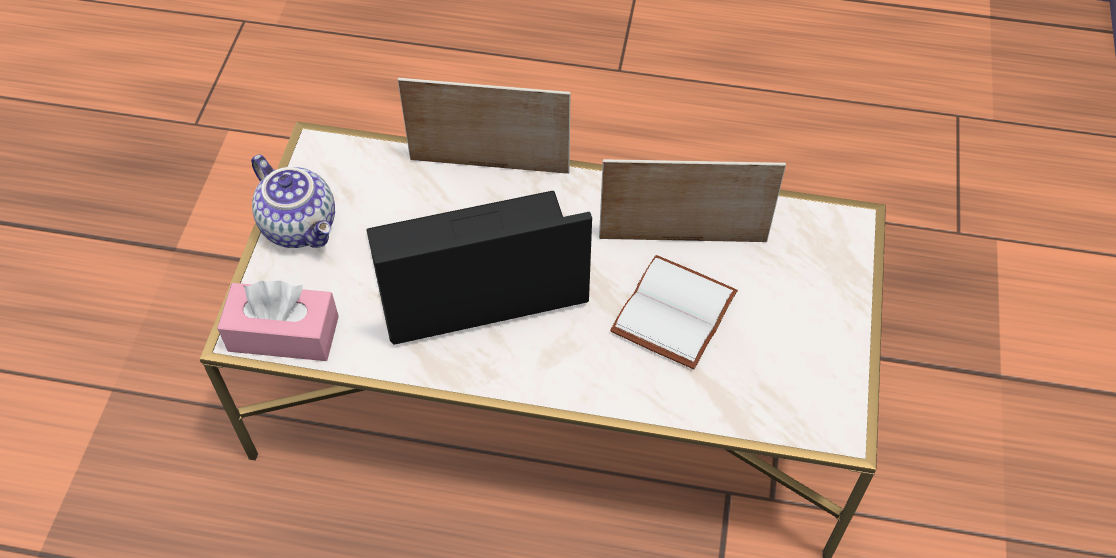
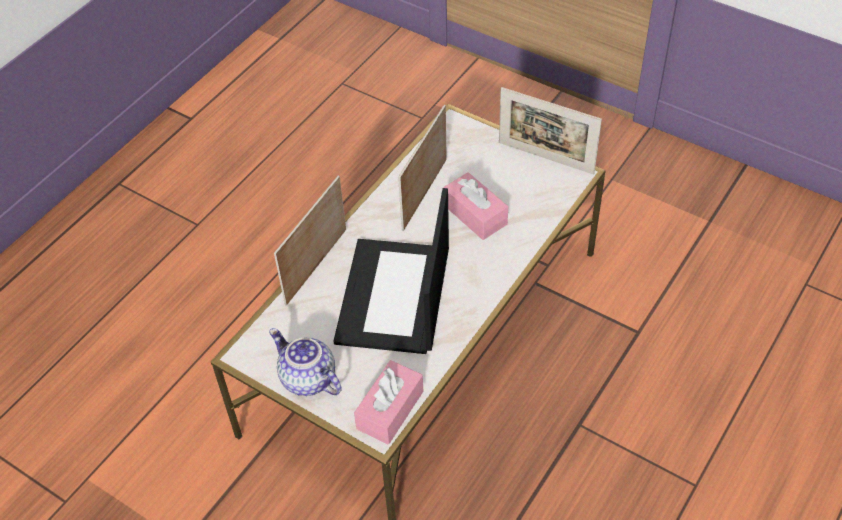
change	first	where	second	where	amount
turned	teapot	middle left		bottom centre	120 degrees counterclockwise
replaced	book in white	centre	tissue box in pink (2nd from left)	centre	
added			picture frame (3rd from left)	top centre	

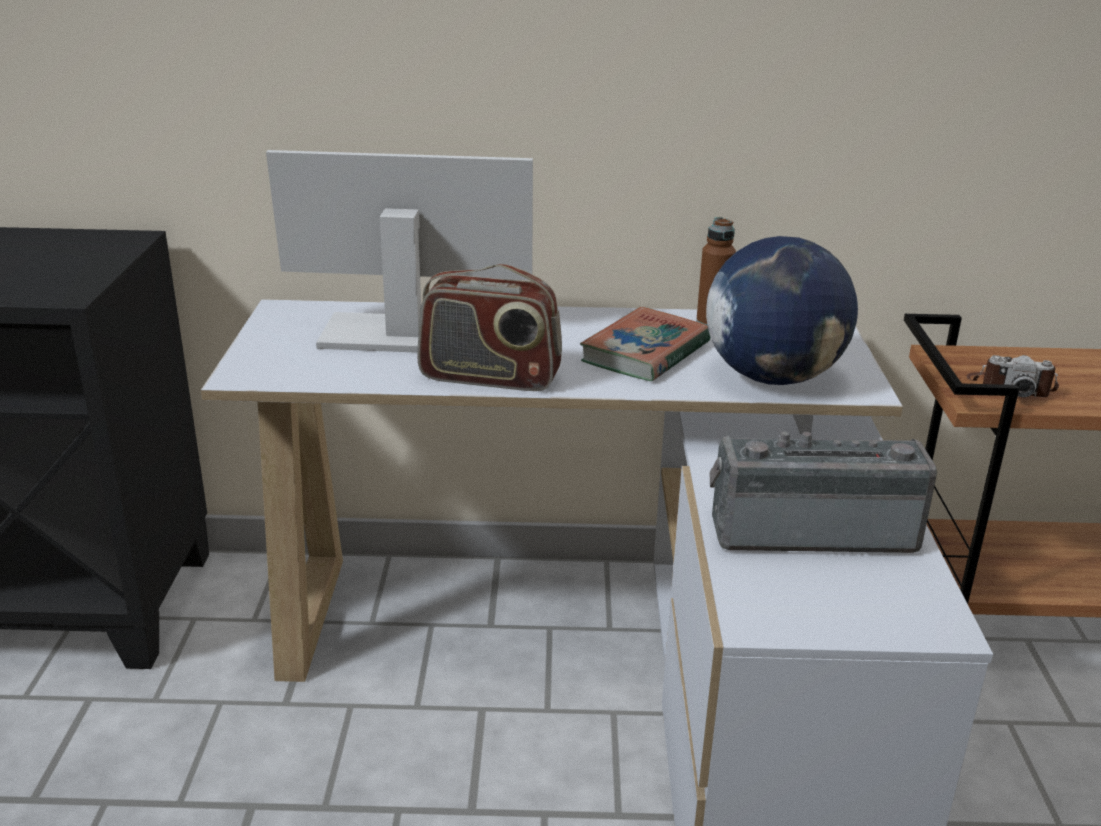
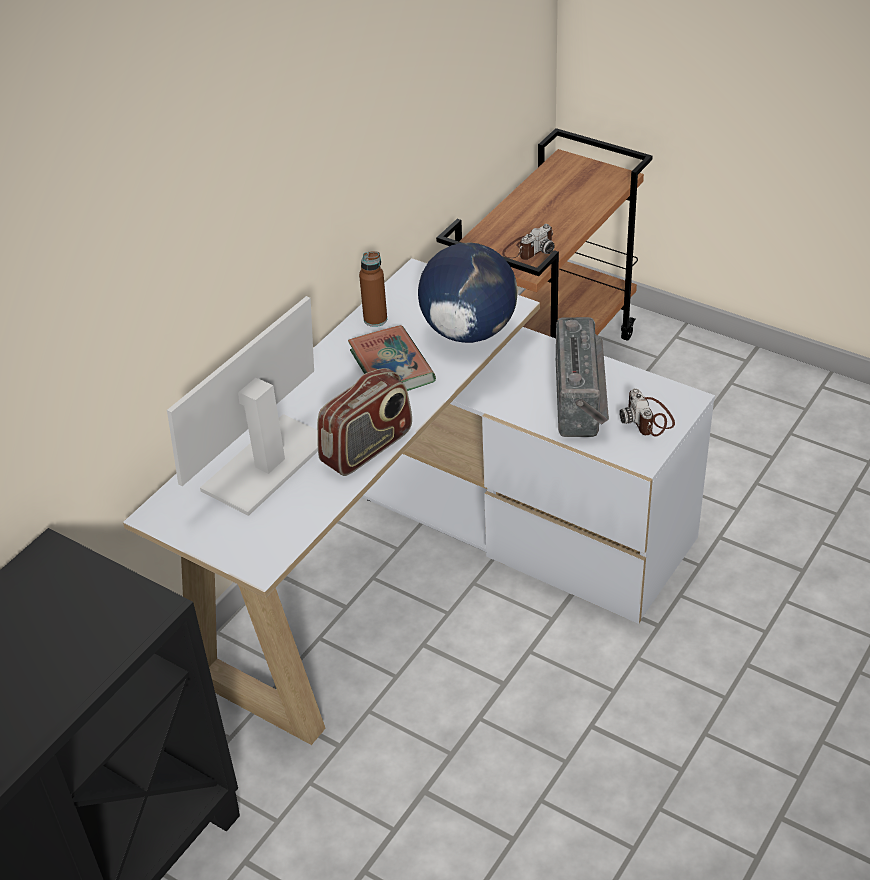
change	first	where	second	where	amount
turned	radio (2nd from left)	middle right		middle right	150 degrees clockwise
added			photo camera (2nd from left)	middle right	

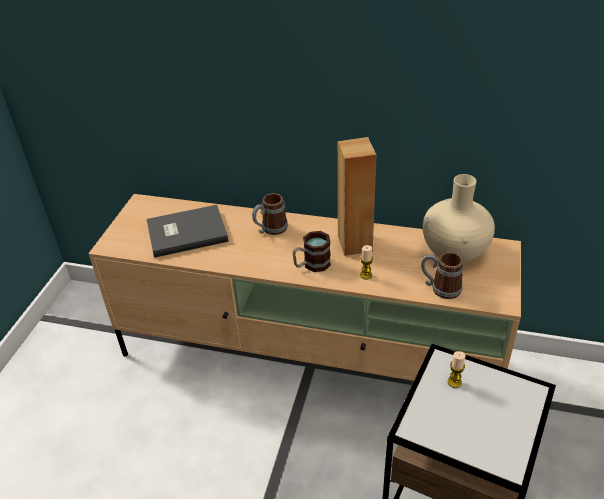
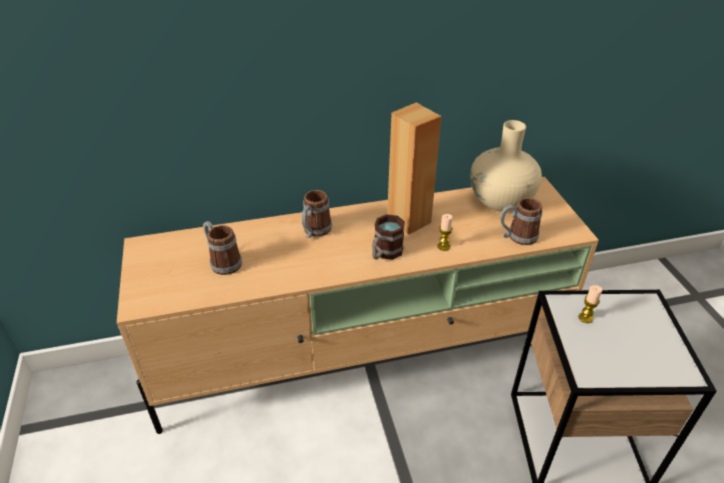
change	first	where	second	where	amount
replaced	book in grey	middle left	mug (1st from left)	middle left	

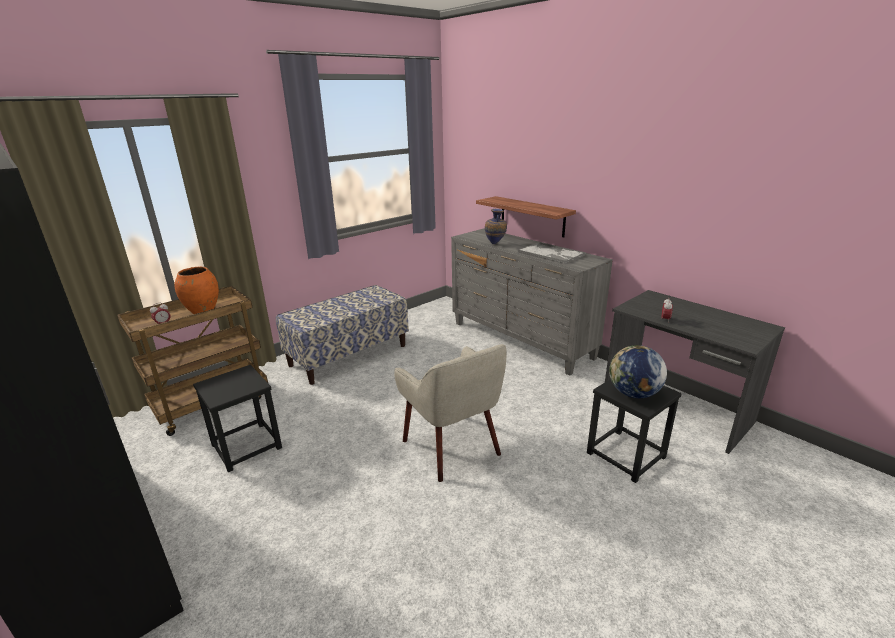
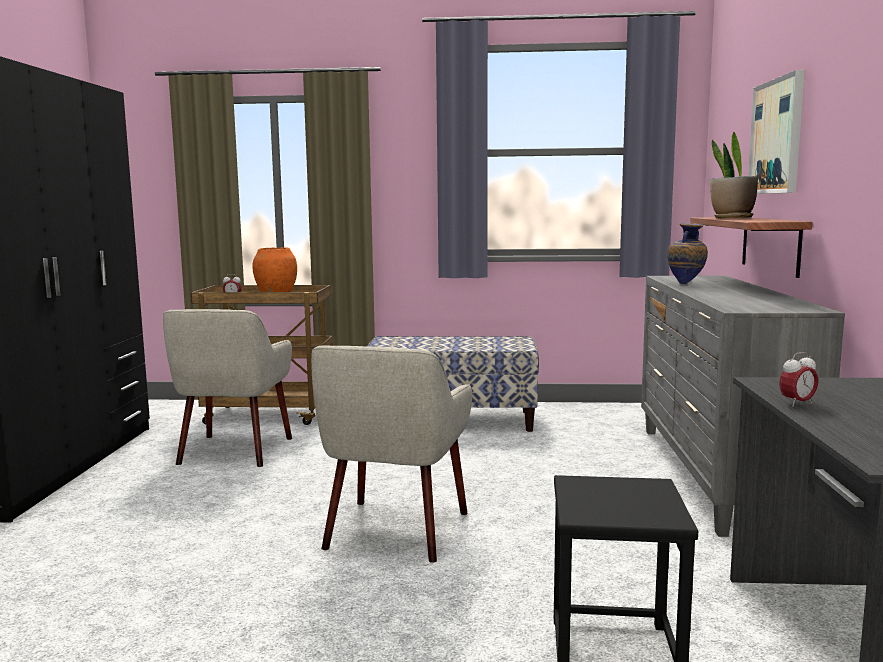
change	first	where	second	where	amount
replaced	stool in black (1st from left)	middle left	armchair in beige (1st from left)	middle left	
removed	tray	centre			
removed	globe	middle right			
added			potted plant	top right	
added			picture	top right	

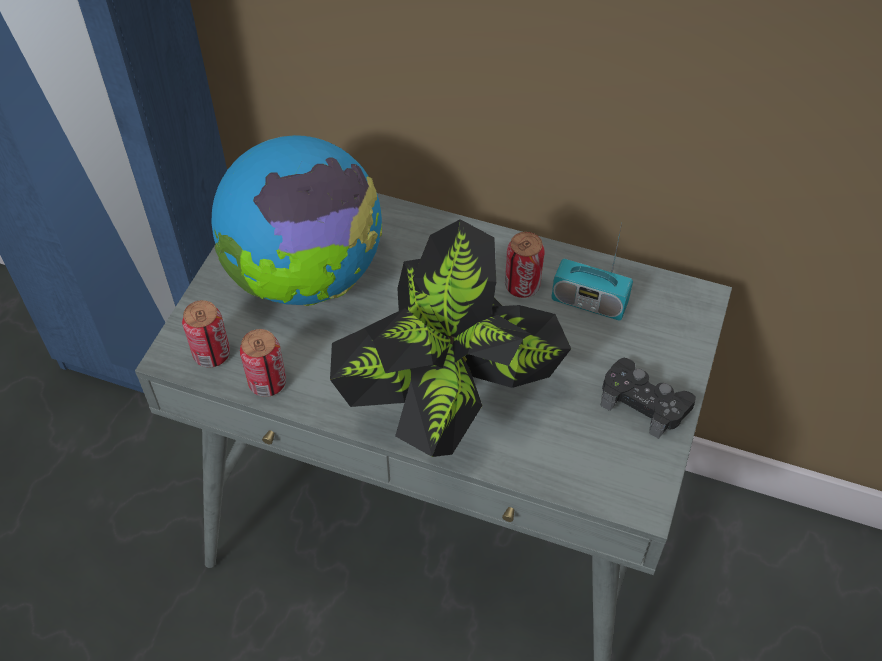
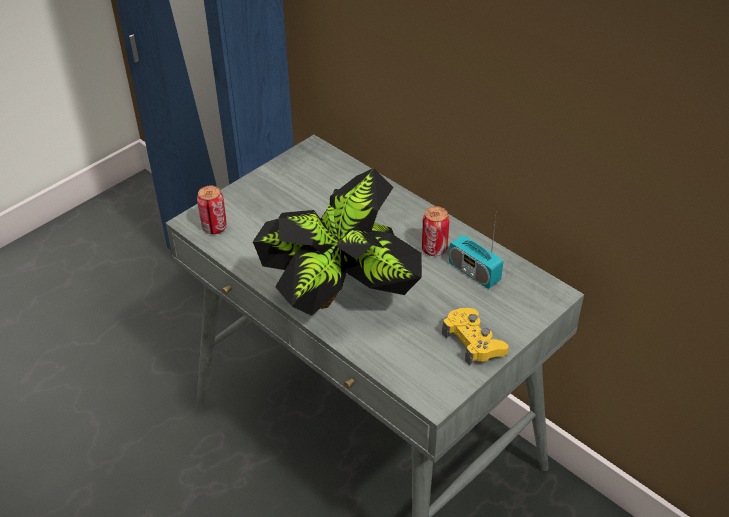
change	first	where	second	where	amount
removed	globe	top centre			
removed	can (2nd from left)	middle left			
recoloured	game controller in black	middle right	game controller in yellow	centre	

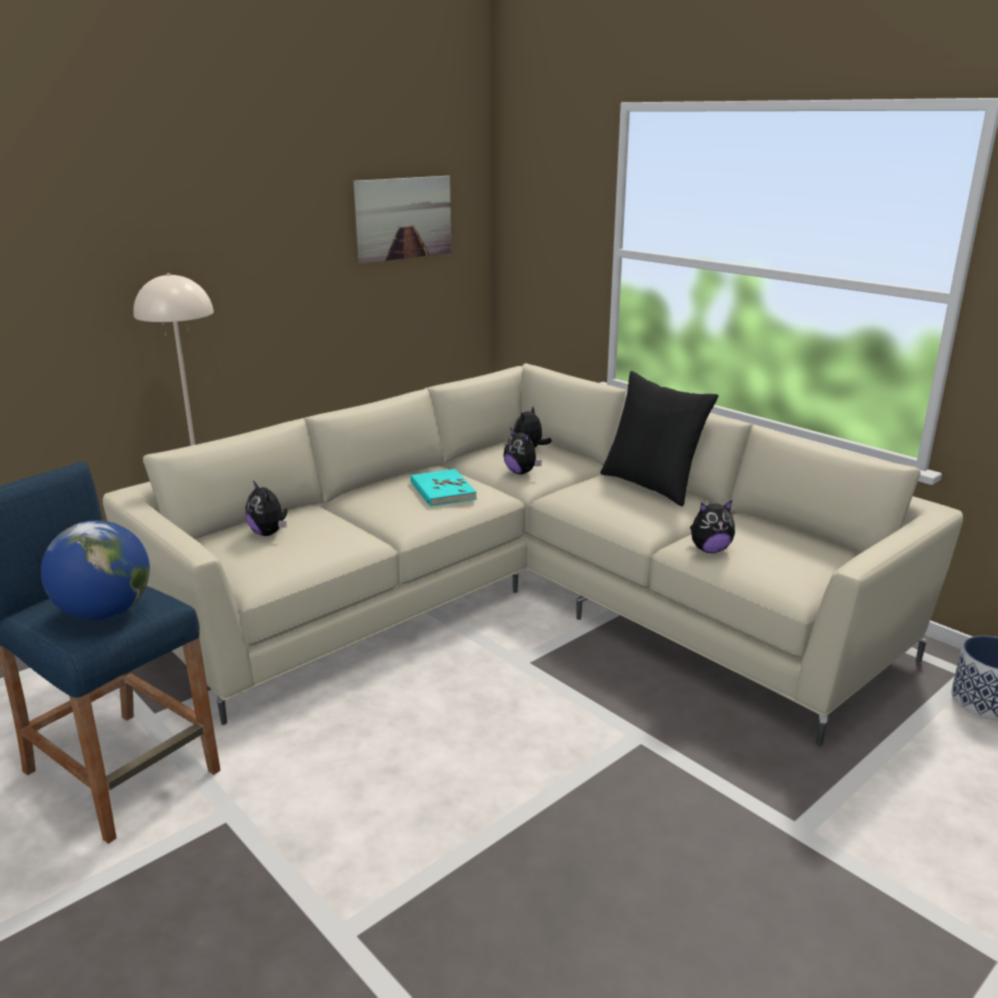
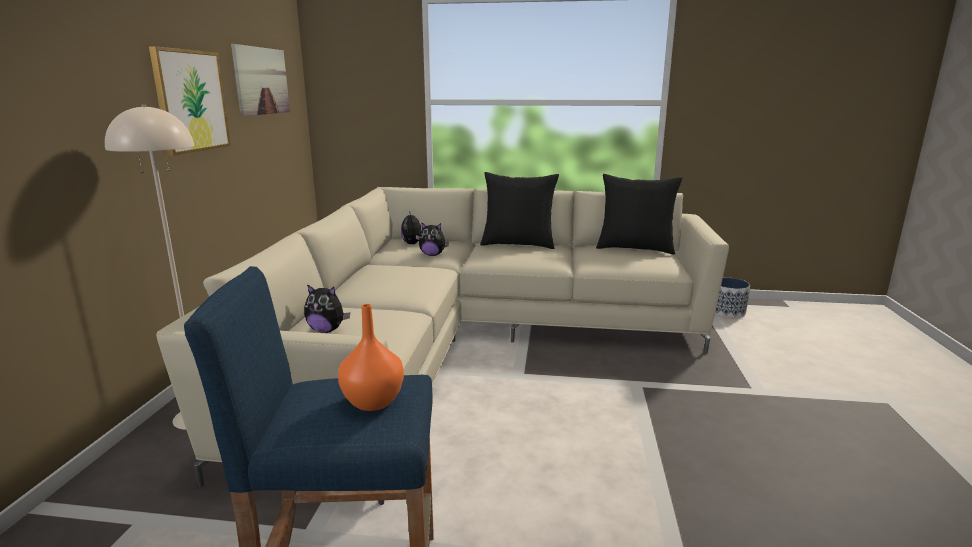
change	first	where	second	where	amount
replaced	globe	middle left	vase in orange	centre	
removed	book in turquoise	centre			
removed	plush toy (4th from left)	middle right			
added			picture (1st from left)	top left	
added			pillow in black (2nd from left)	centre	

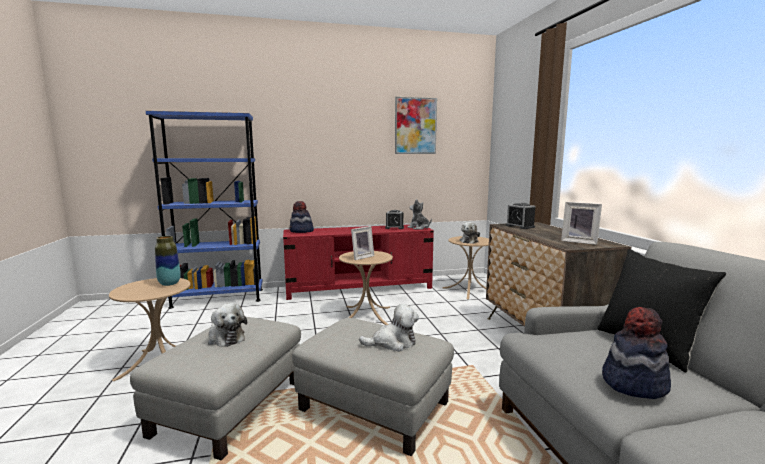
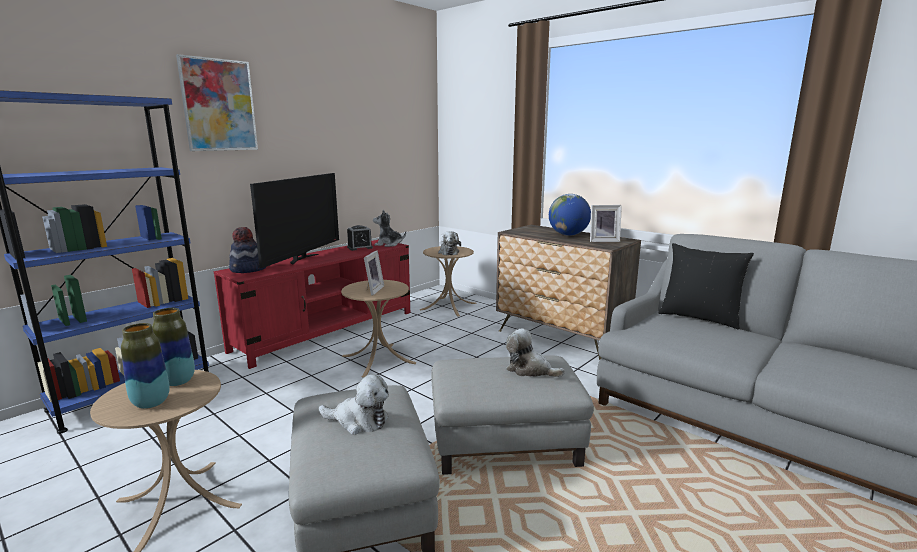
change	first	where	second	where	amount
turned	plush toy (2nd from left in the first image)	bottom centre	plush toy (4th from left)	centre	105 degrees counterclockwise
moved	picture	top centre		top left	
removed	alarm clock (2nd from left)	middle right			
removed	hat (2nd from left)	bottom right			
added			vase (1st from left)	middle left	
added			television	middle left	
added			globe	centre	

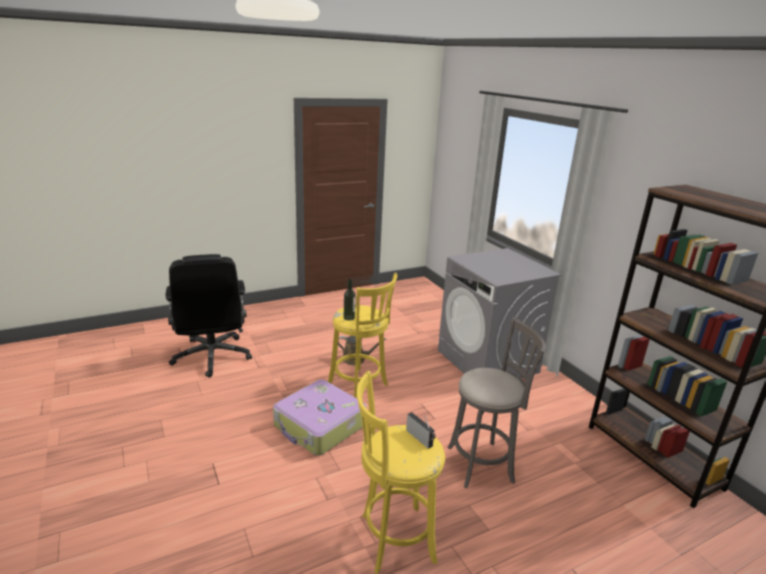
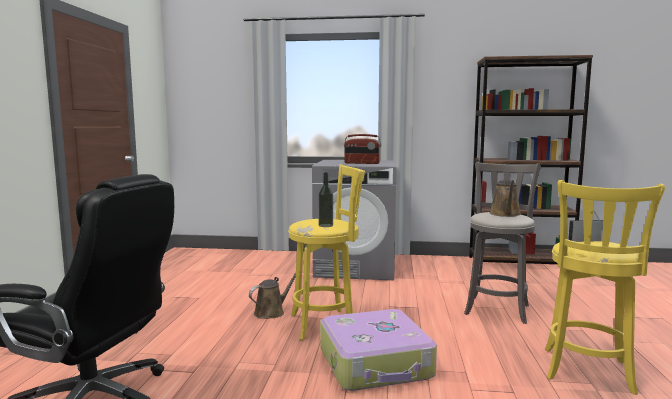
change	first	where	second	where	amount
added			radio (1st from left)	centre	
added			watering can in brown (2nd from left)	middle right	

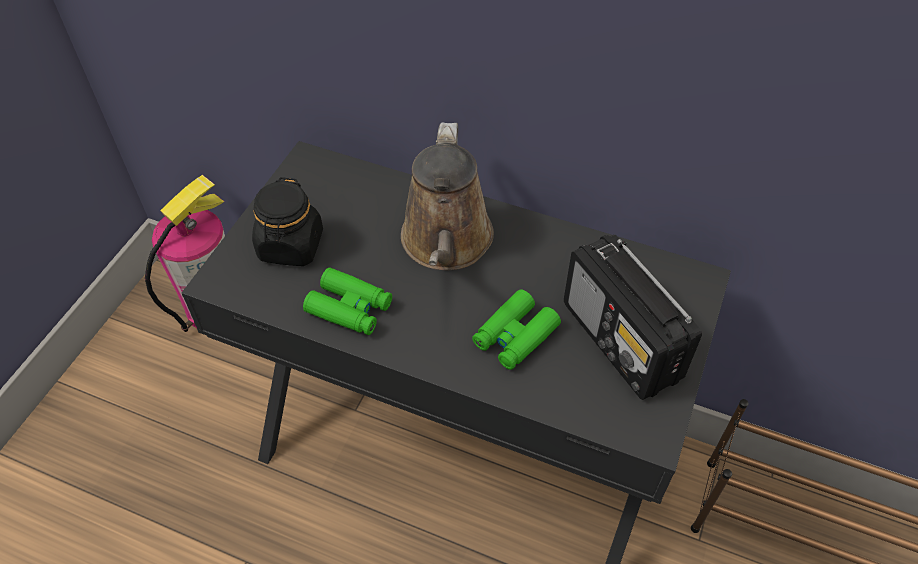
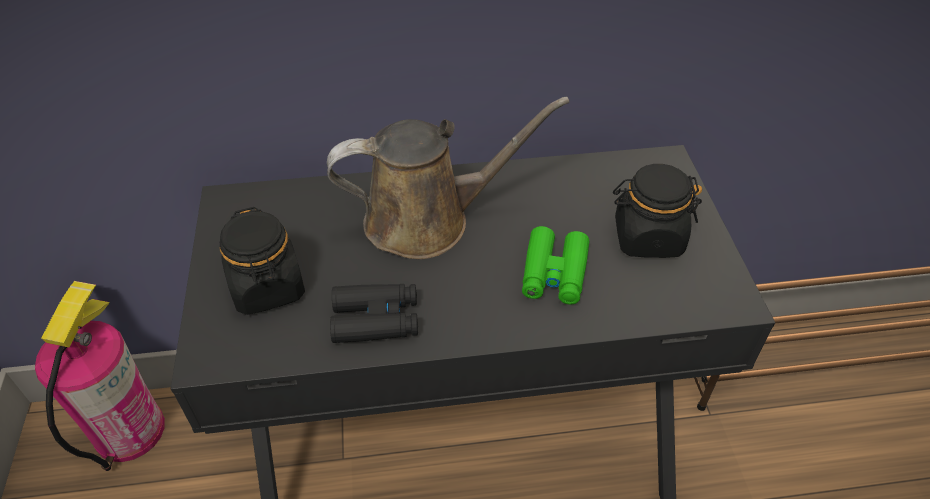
change	first	where	second	where	amount
recoloured	binoculars in green (1st from left)	centre	binoculars in black	centre	
turned	watering can in brown	centre		centre	75 degrees counterclockwise
replaced	radio	middle right	jar in black (2nd from left)	middle right	

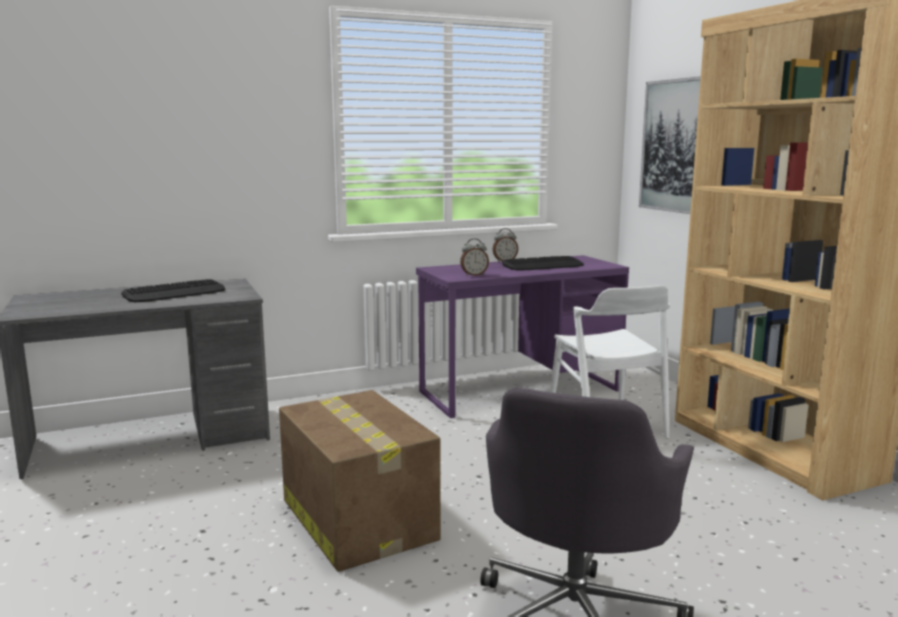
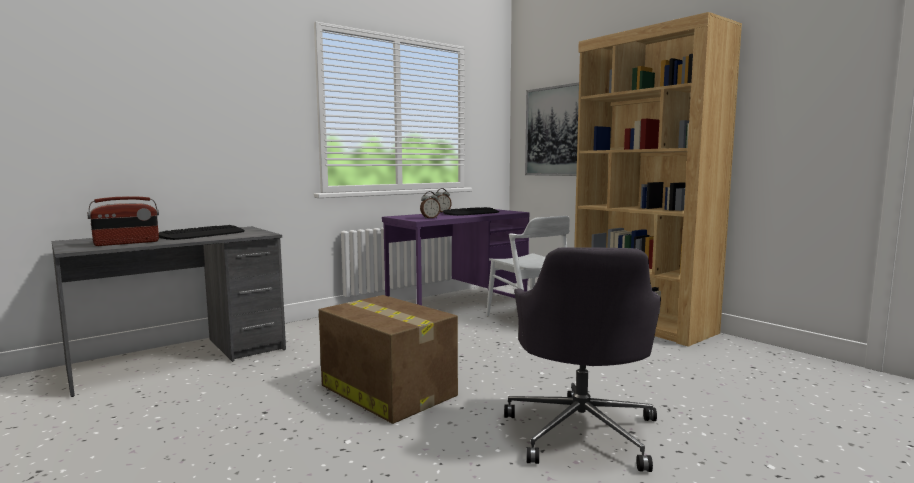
change	first	where	second	where	amount
added			radio	middle left	

